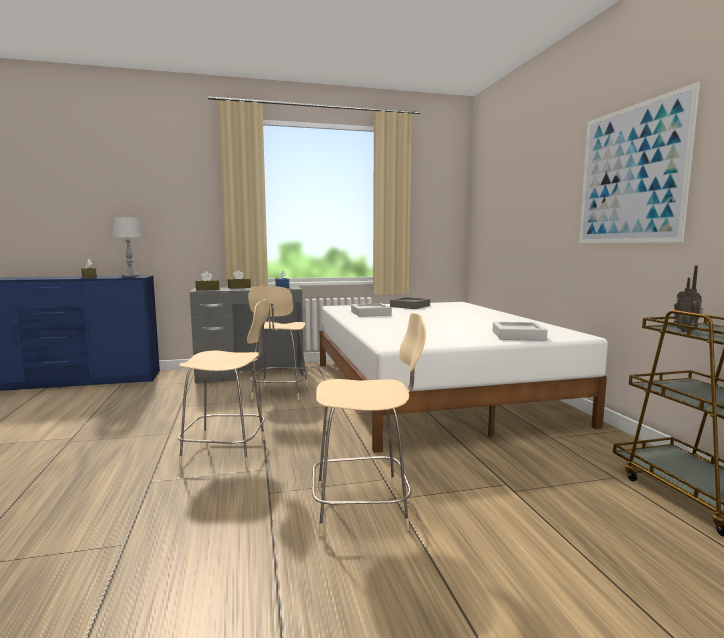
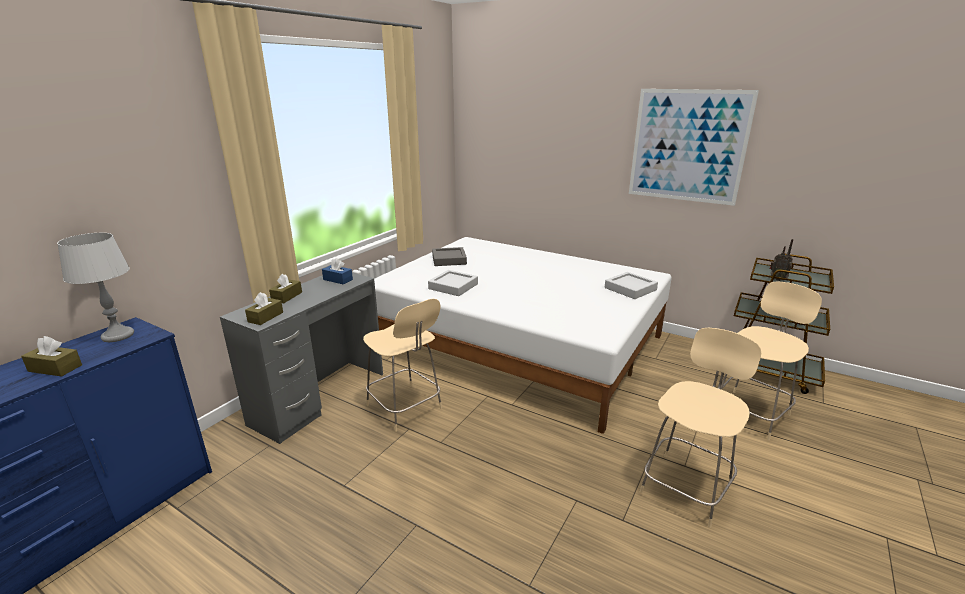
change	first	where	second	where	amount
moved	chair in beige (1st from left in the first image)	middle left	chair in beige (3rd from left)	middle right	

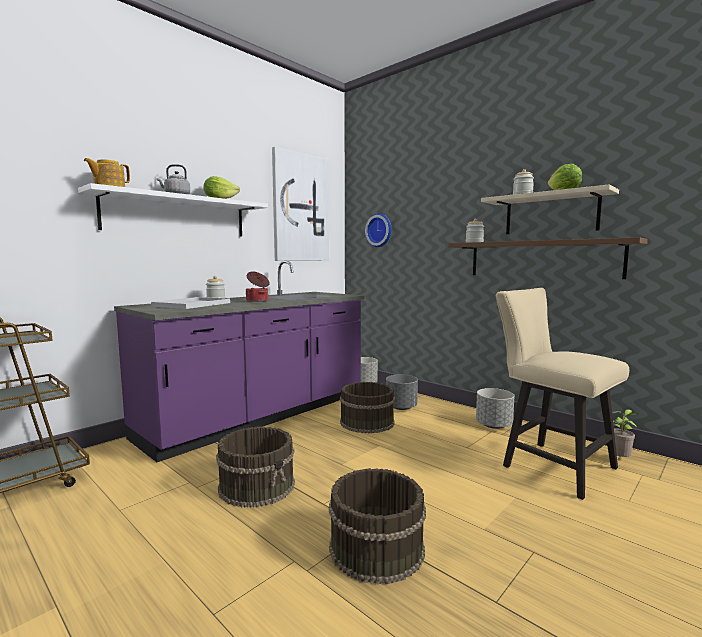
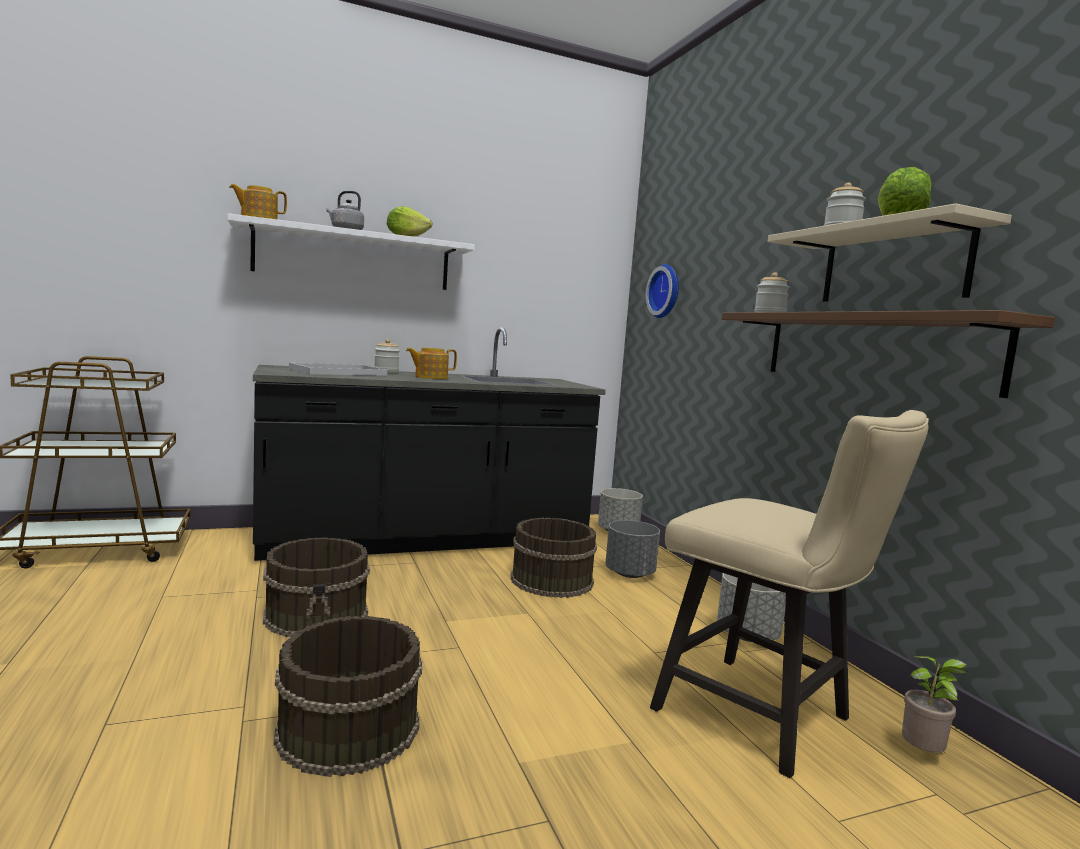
change	first	where	second	where	amount
recoloured	counter in purple	centre	counter in black	centre	
replaced	cooking pot	centre	teapot (2nd from left)	centre	
removed	picture	top centre			
turned	chair in beige	middle right		bottom right	150 degrees clockwise

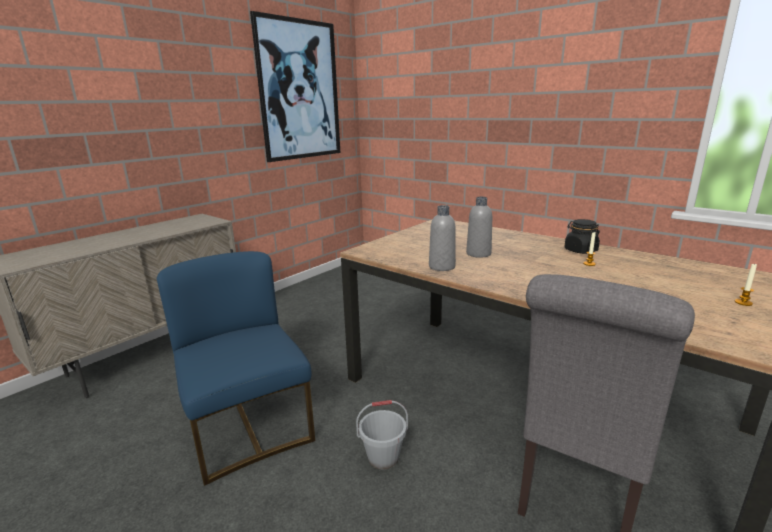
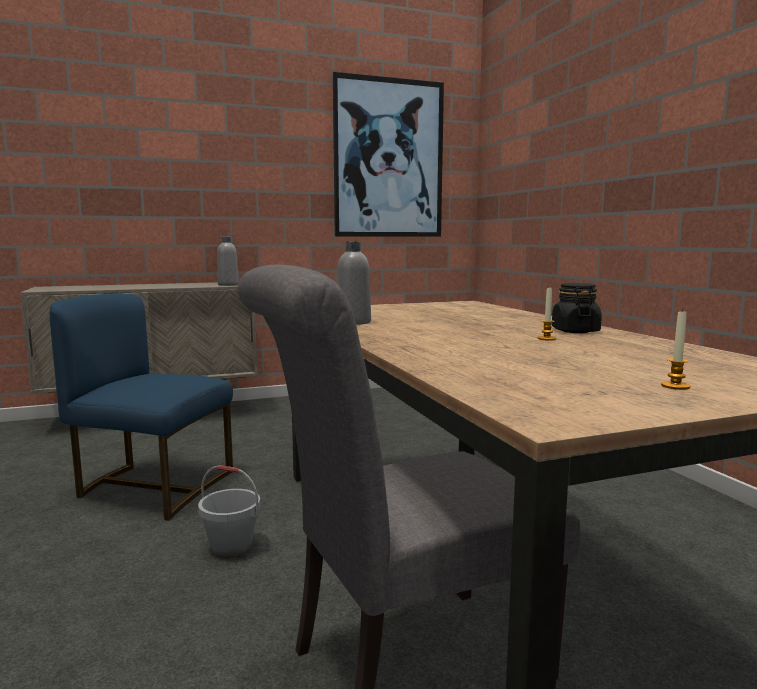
change	first	where	second	where	amount
turned	chair in blue	bottom left		middle left	75 degrees counterclockwise
moved	bottle in grey (2nd from left in the first image)	centre	bottle in grey (1st from left)	middle left	

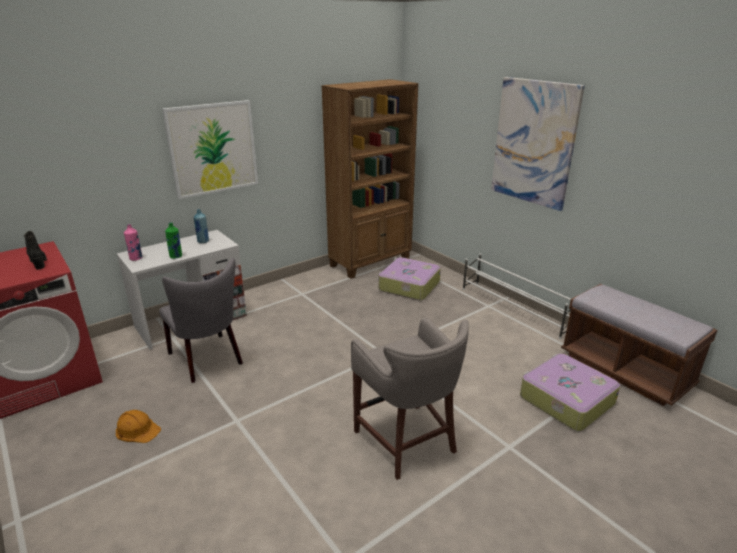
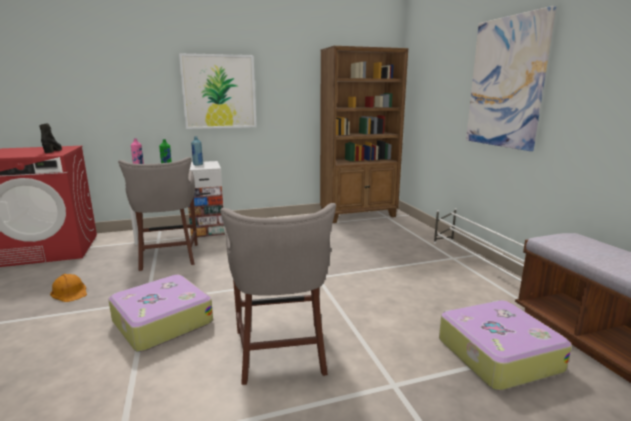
change	first	where	second	where	amount
replaced	chair in grey	middle left	stool in grey (1st from left)	middle left	
moved	suitcase (1st from left)	centre		bottom left	

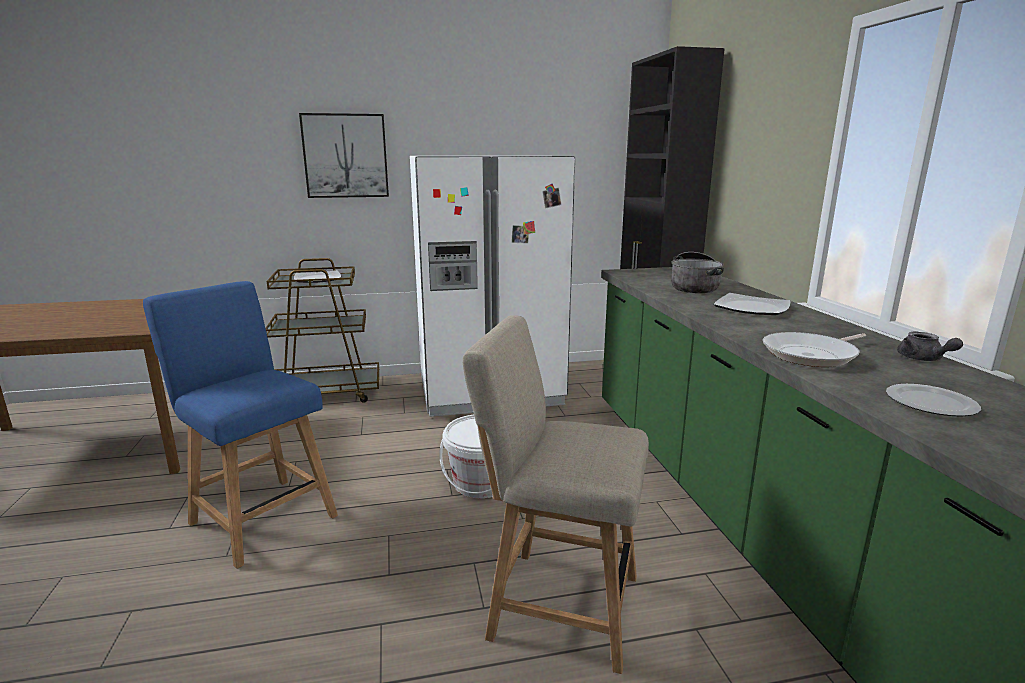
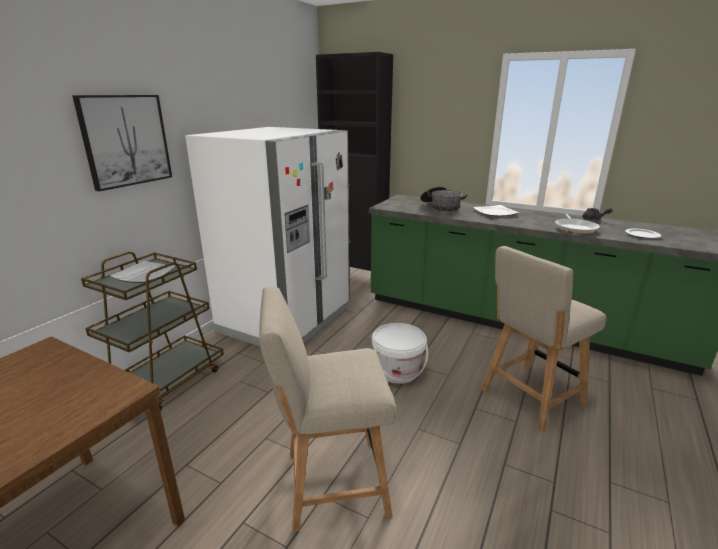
change	first	where	second	where	amount
recoloured	chair in blue	middle left	chair in beige (1st from left)	bottom centre	

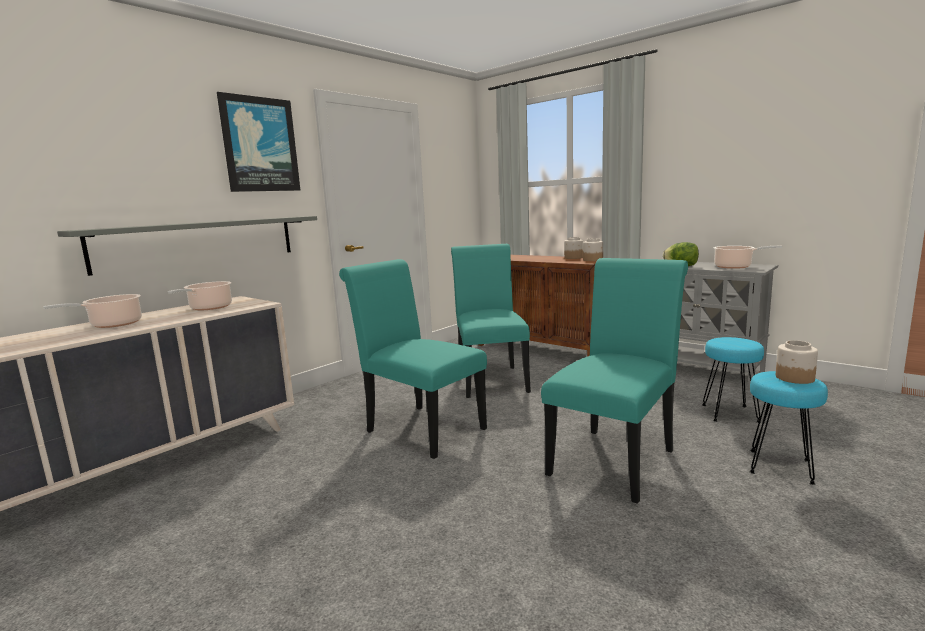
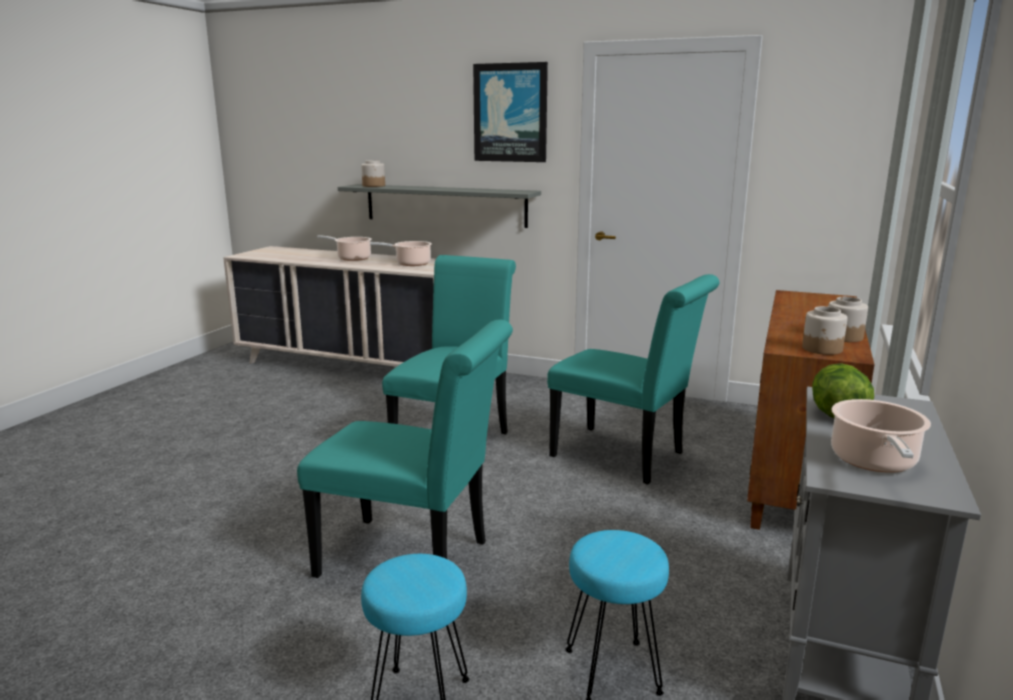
change	first	where	second	where	amount
turned	chair in turquoise (2nd from left in the first image)	centre	chair in turquoise (3rd from left)	centre	60 degrees clockwise
moved	jar (3rd from left in the first image)	middle right	jar (1st from left)	top centre	

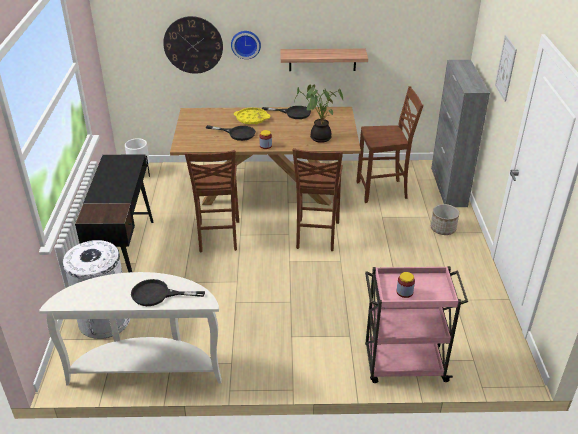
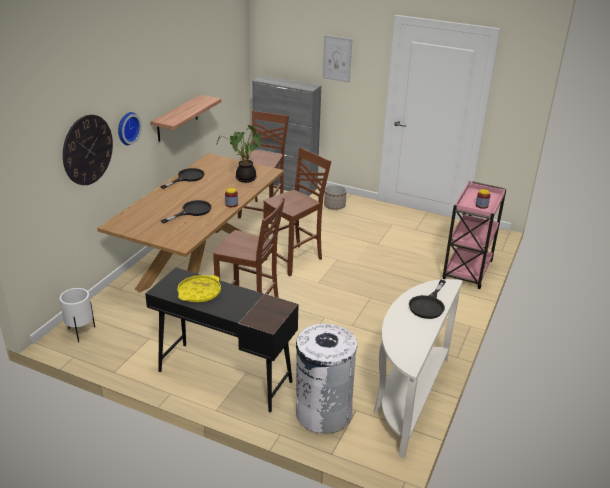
change	first	where	second	where	amount
moved	tray in yellow	top centre		middle left	
turned	chair in brown (2nd from left in the first image)	centre	chair in brown (3rd from left)	centre	75 degrees counterclockwise

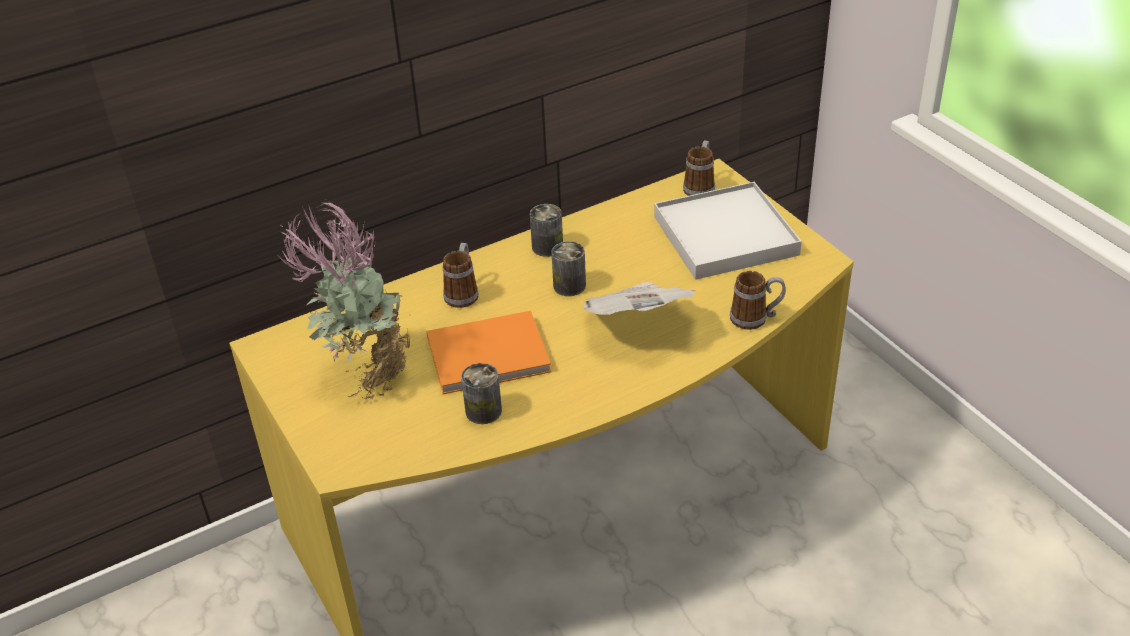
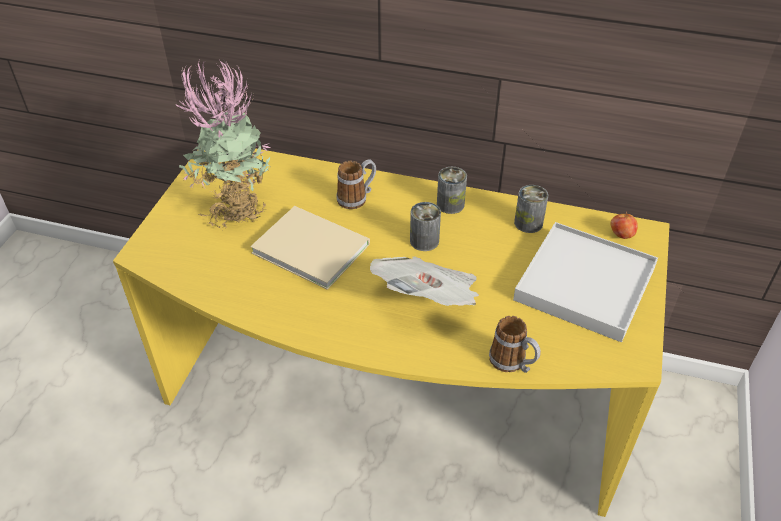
change	first	where	second	where	amount
recoloured	book in orange	centre	book in beige	centre	
moved	can (1st from left in the first image)	centre	can (3rd from left)	middle right	
replaced	mug (2nd from left)	top centre	apple	middle right	

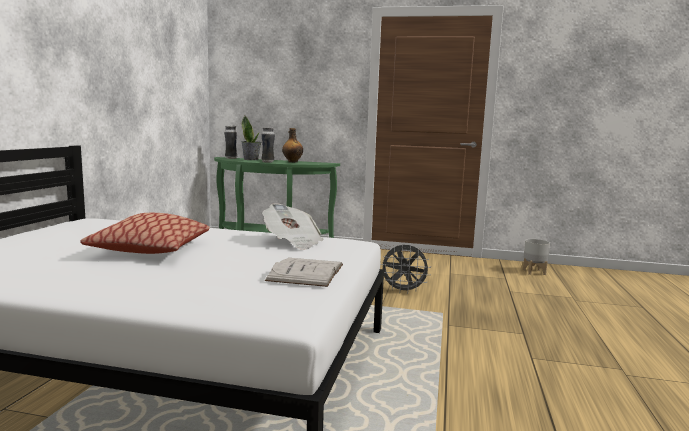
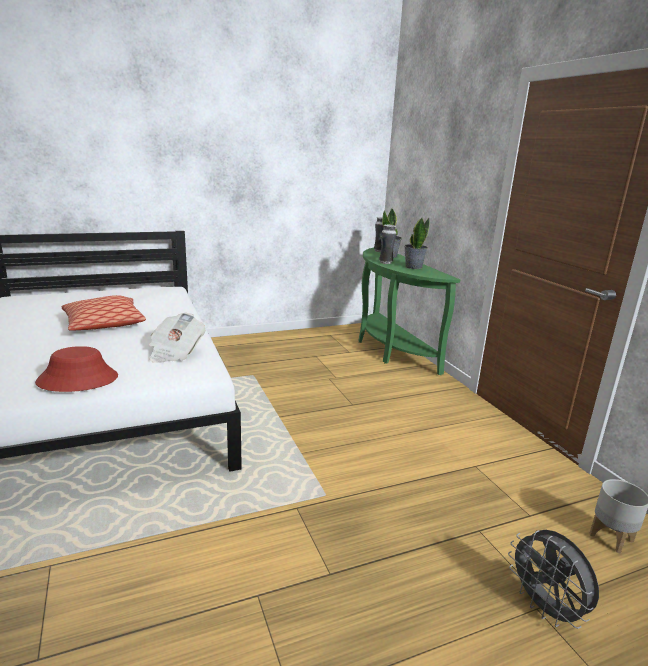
change	first	where	second	where	amount
replaced	book in white	centre	hat in red	middle left	
replaced	bottle	centre	potted plant (2nd from left)	centre	
moved	fan in grey	centre		bottom right	

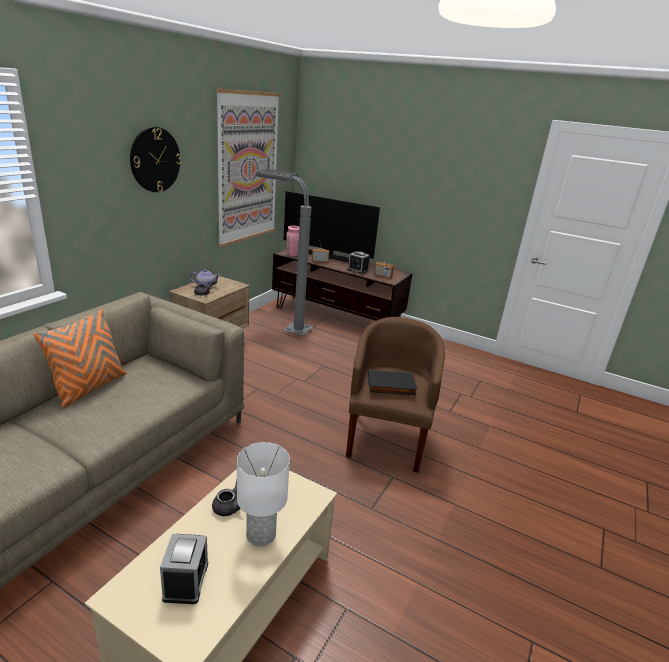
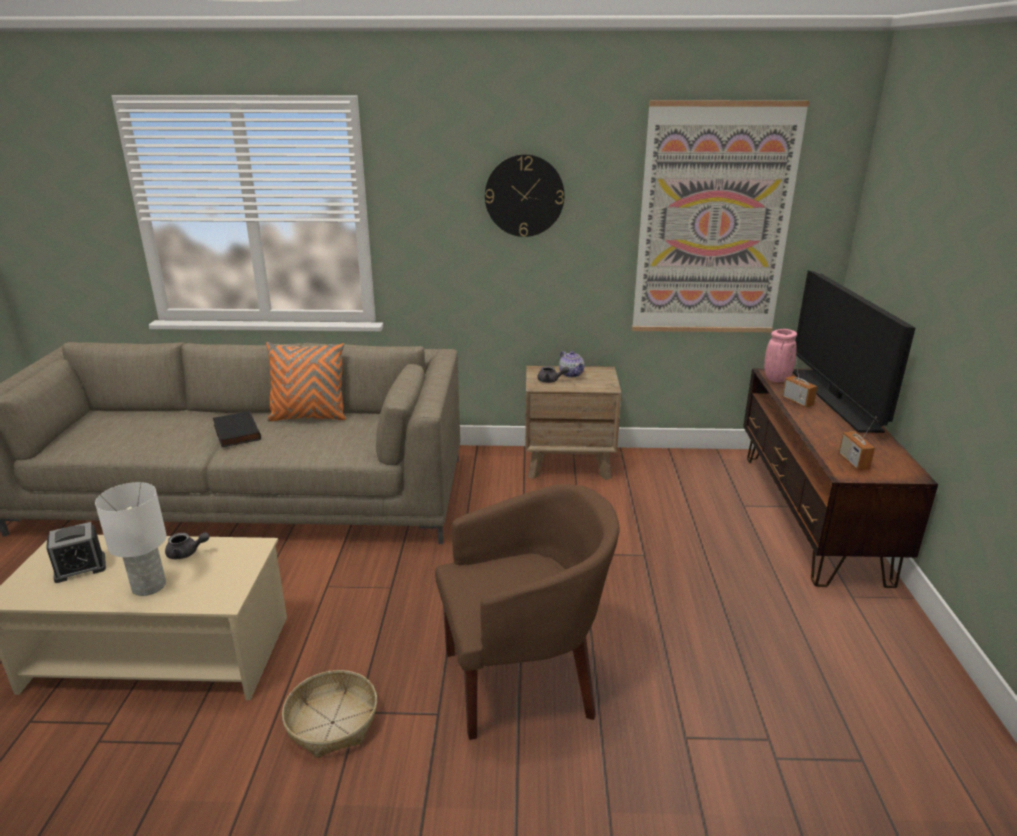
change	first	where	second	where	amount
removed	floor lamp in grey	centre			
removed	alarm clock (2nd from left)	centre			
moved	book in black	centre		middle left	
added			basket	bottom left	

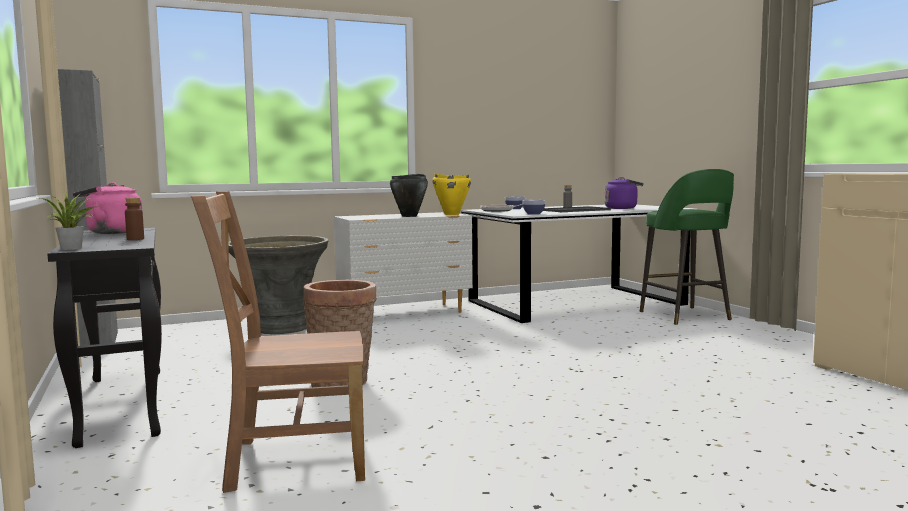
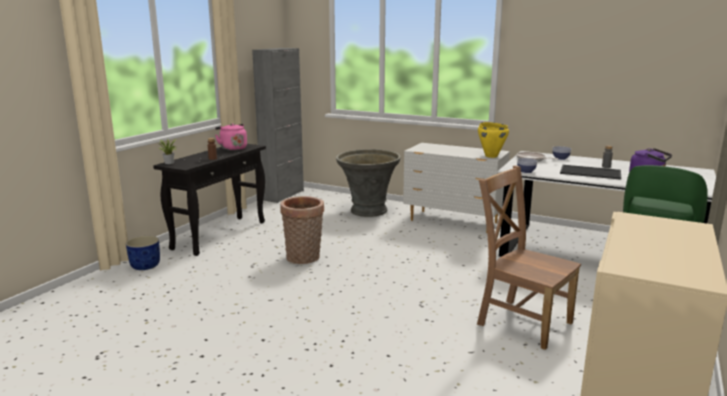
change	first	where	second	where	amount
moved	chair in brown	bottom left		middle right	
removed	cooking pot in black	centre			
added			planter in blue	middle left	

